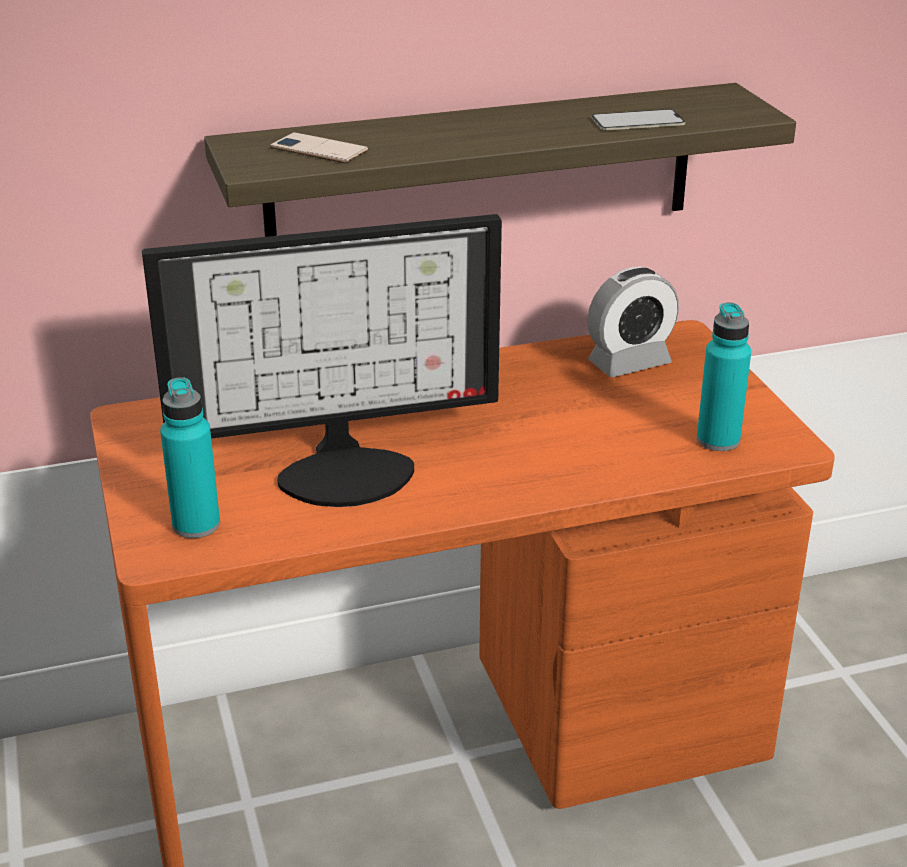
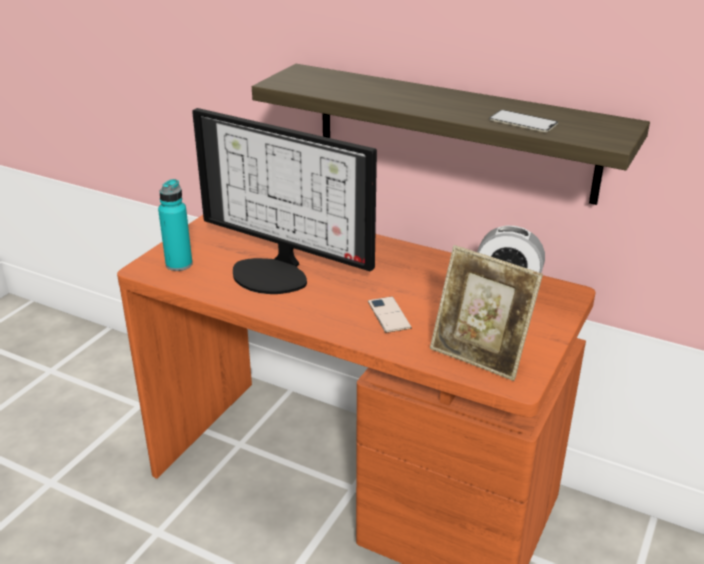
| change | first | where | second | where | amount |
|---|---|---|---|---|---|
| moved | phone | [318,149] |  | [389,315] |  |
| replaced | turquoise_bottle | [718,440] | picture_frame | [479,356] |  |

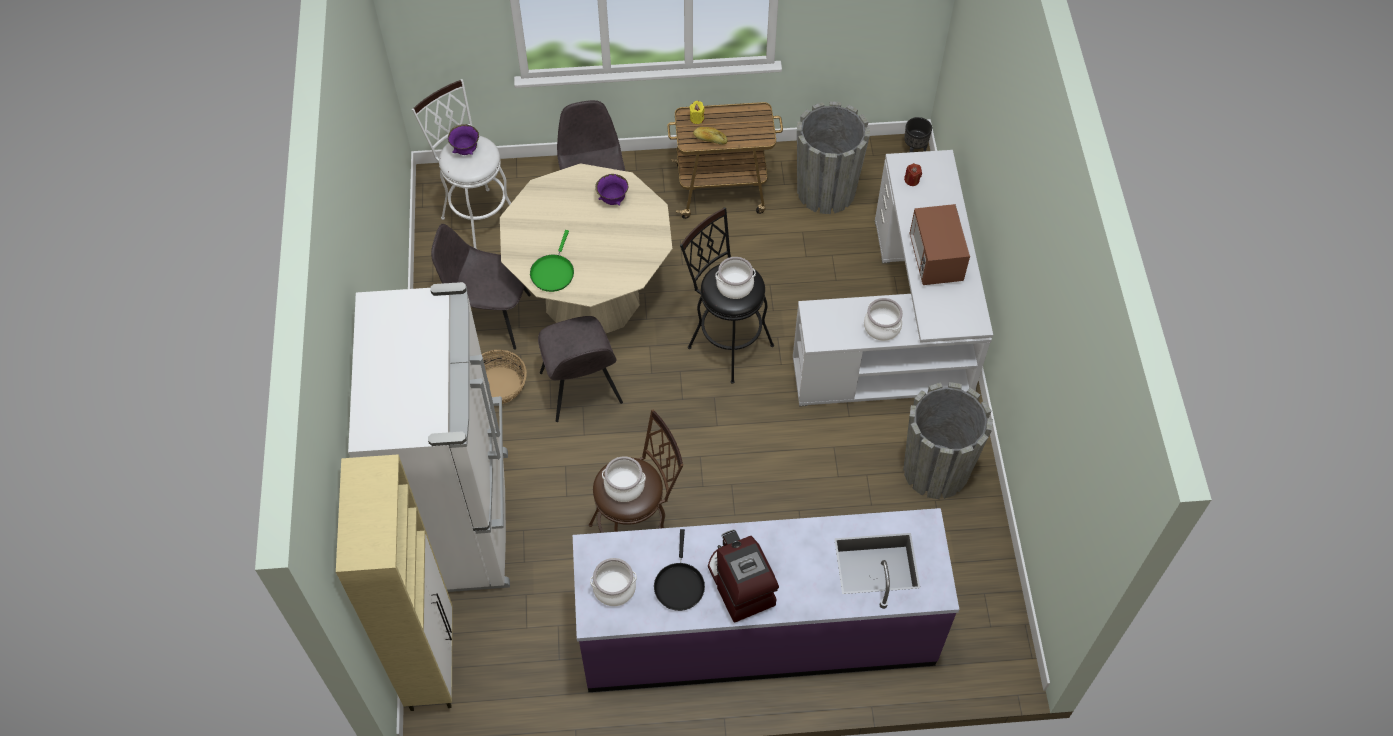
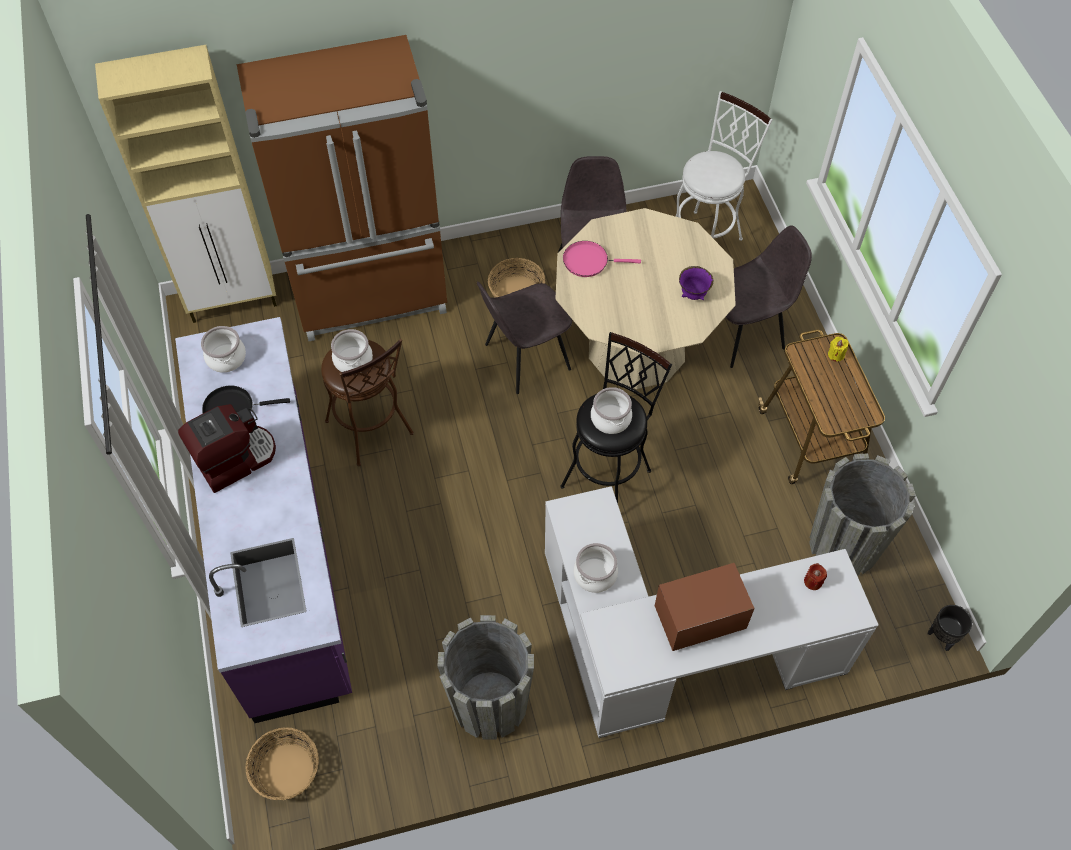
| change | first | where | second | where | amount |
|---|---|---|---|---|---|
| removed | purple_bowl | [466,150] |  |  |  |
| removed | bread | [710,139] |  |  |  |
| recoloured | green_frying_pan | [553,272] | pink_frying_pan | [589,261] |  |
| recoloured | white_fridge | [462,520] | brown_fridge | [371,294] |  |
| added |  |  | basket | [286,770] |  |

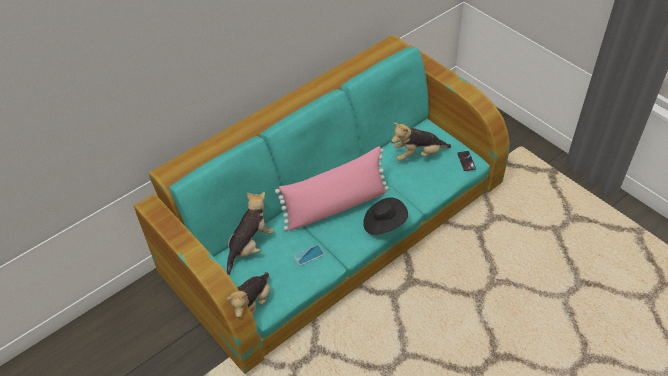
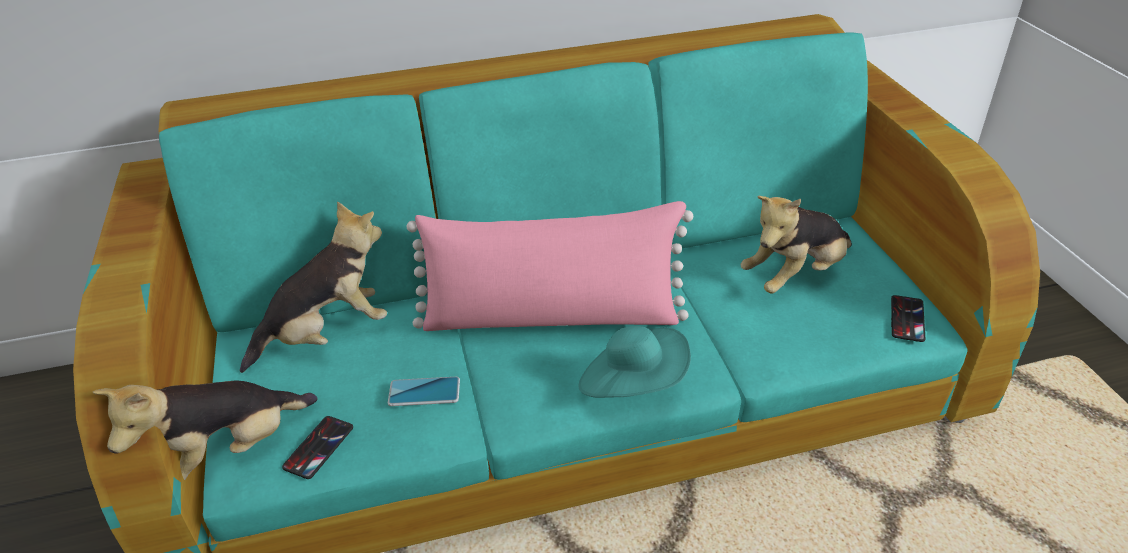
| change | first | where | second | where | amount |
|---|---|---|---|---|---|
| turned | plush_toy | [418,155] |  | [795,276] | 45 degrees counterclockwise |
| recoloured | black_hat | [384,223] | turquoise_hat | [633,385] |  |
| added |  |  | phone | [318,447] |  |

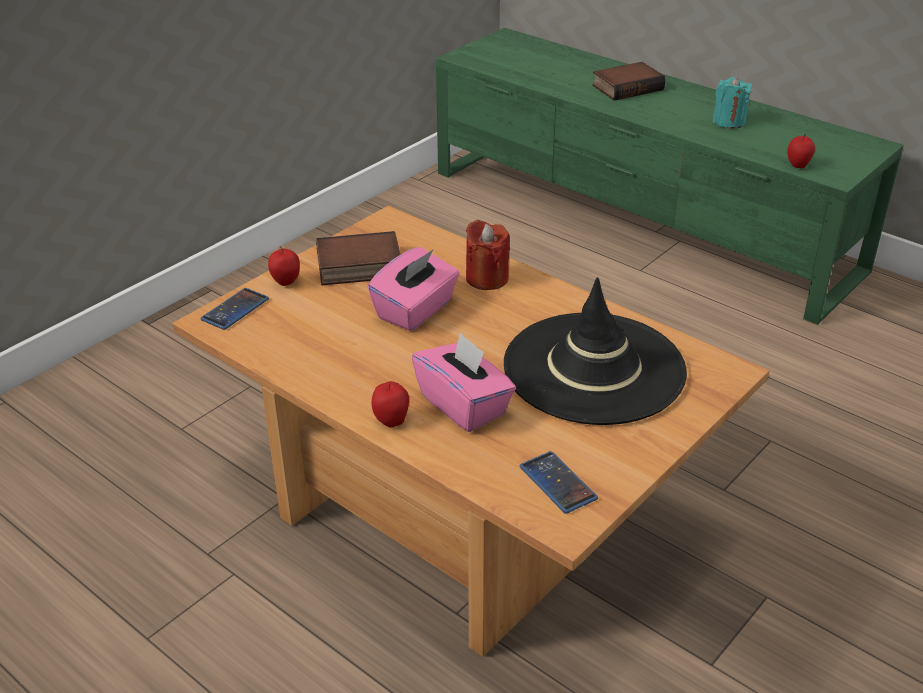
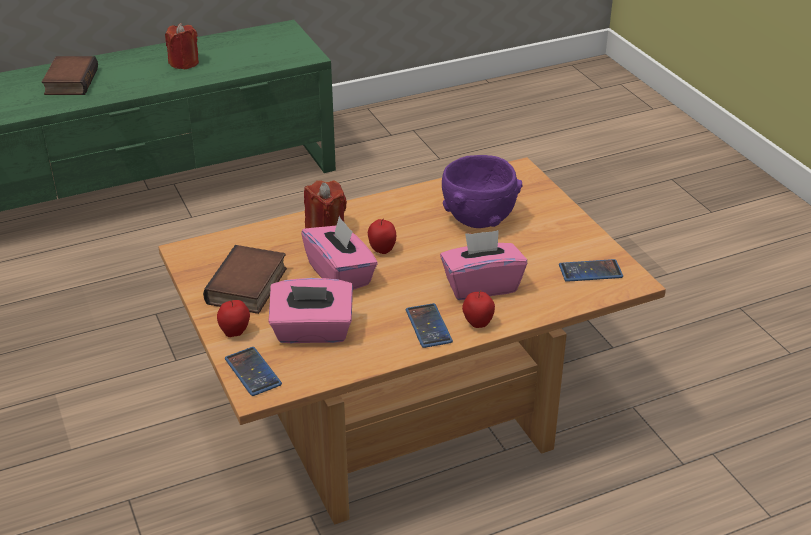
| change | first | where | second | where | amount |
|---|---|---|---|---|---|
| recoloured | turquoise_candle | [729,122] | red_candle | [184,63] |  |
| moved | apple | [798,165] |  | [382,250] |  |
| replaced | black_hat | [594,368] | purple_bowl | [478,219] |  |
| added |  |  | pink_tissue_box | [312,332] |  |
| added |  |  | phone | [428,326] |  |

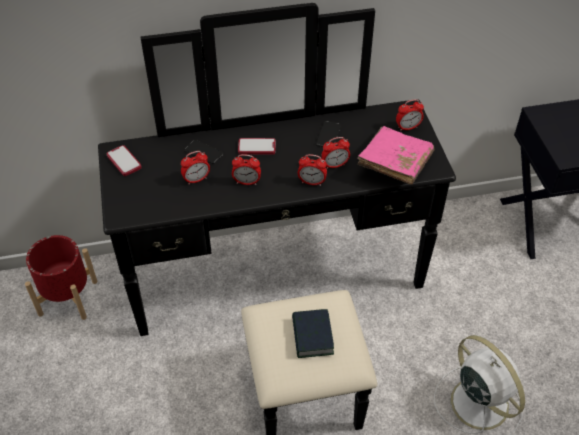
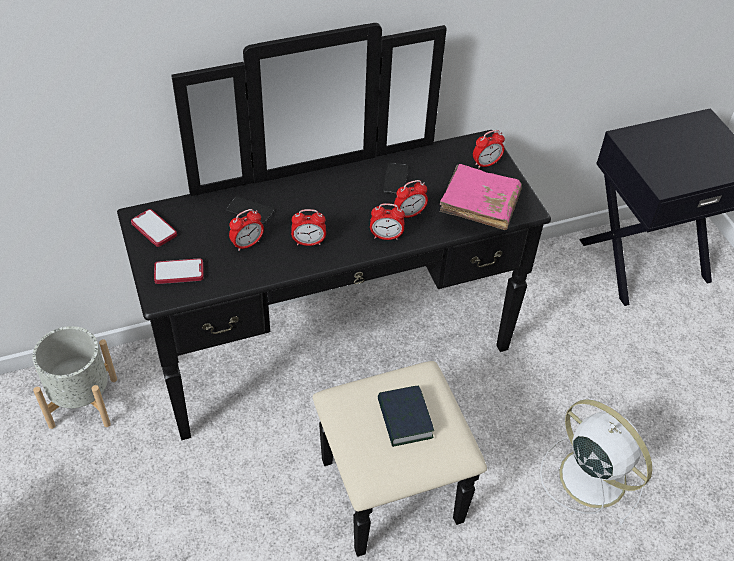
| change | first | where | second | where | amount |
|---|---|---|---|---|---|
| moved | phone | [257,147] |  | [179,272] |  |
| recoloured | red_planter | [67,297] | grey_planter | [83,402] |  |

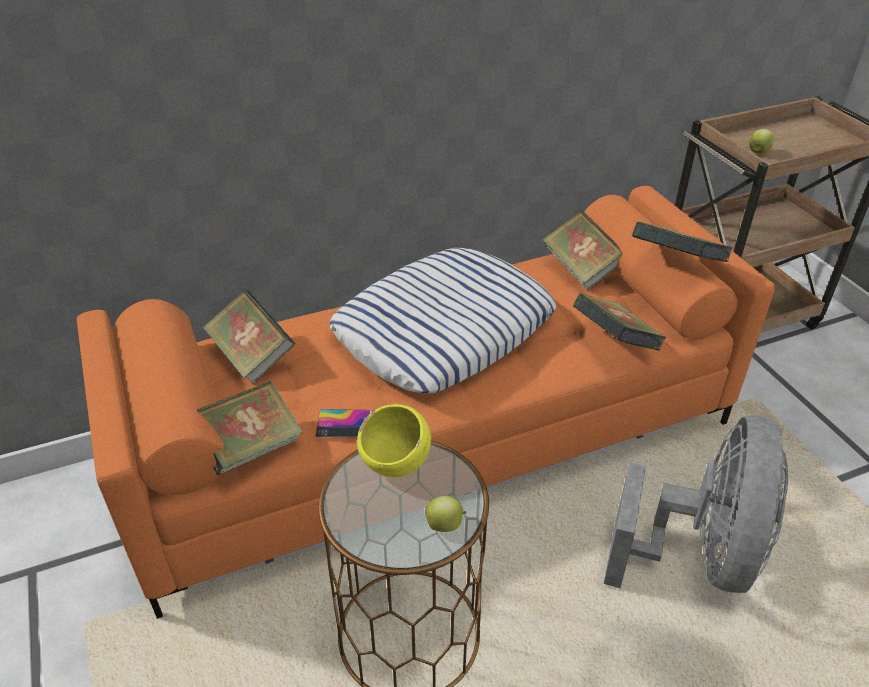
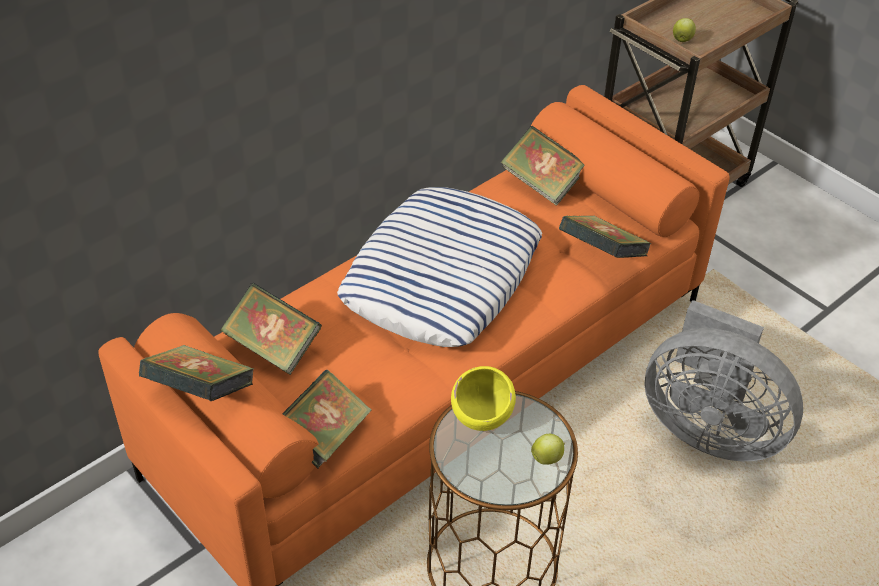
| change | first | where | second | where | amount |
|---|---|---|---|---|---|
| moved | book | [676,264] |  | [200,392] |  |
| removed | phone | [345,424] |  |  |  |
| turned | grey_fan | [698,554] |  | [708,428] | 120 degrees clockwise |

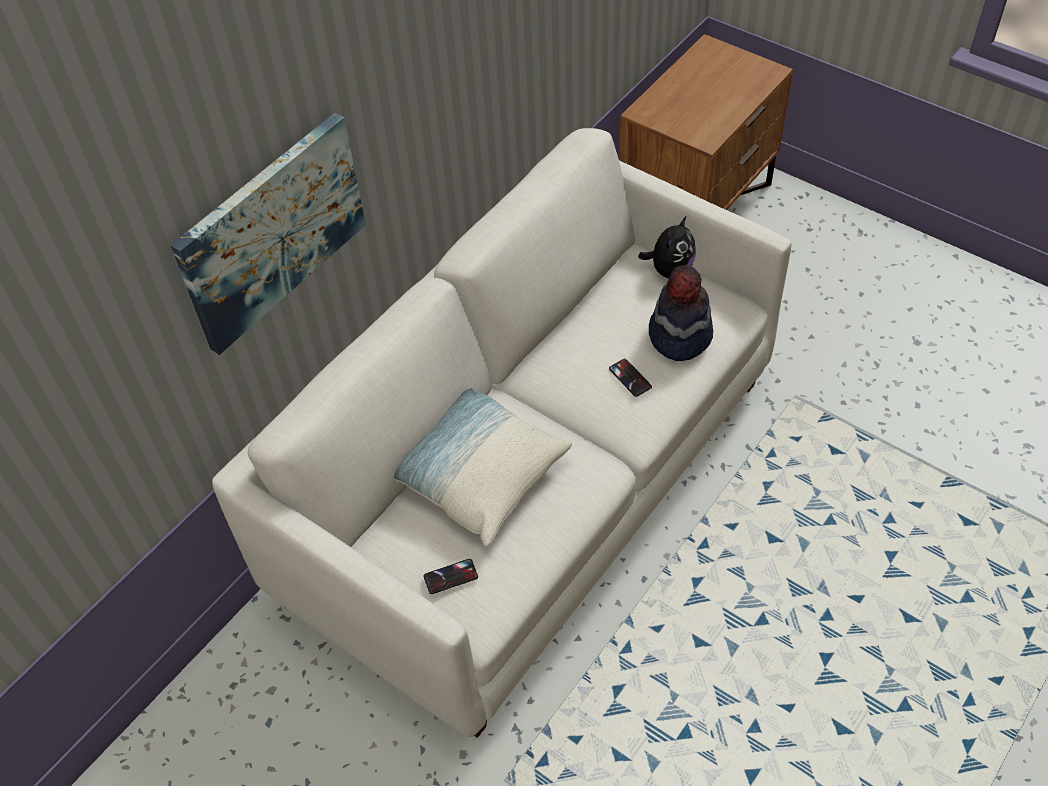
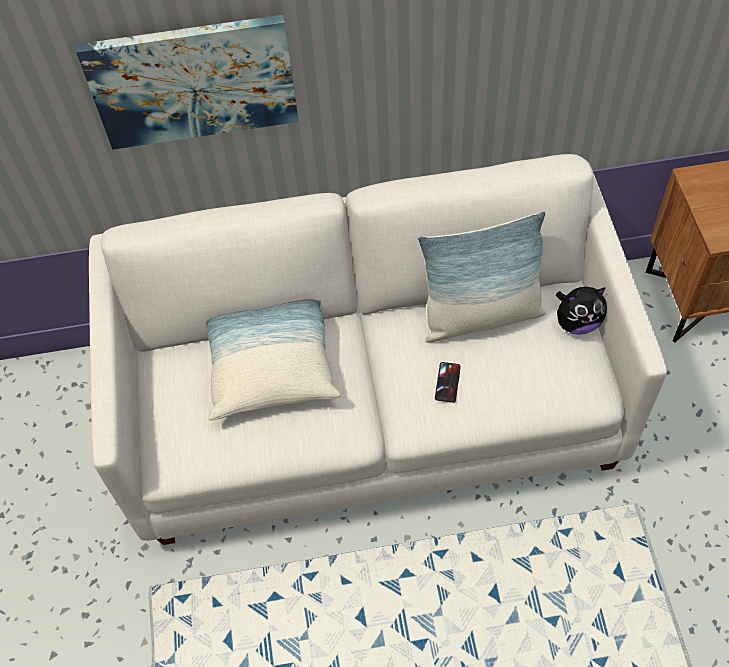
| change | first | where | second | where | amount |
|---|---|---|---|---|---|
| removed | hat | [679,335] |  |  |  |
| removed | phone | [450,577] |  |  |  |
| added |  |  | pillow | [481,316] |  |

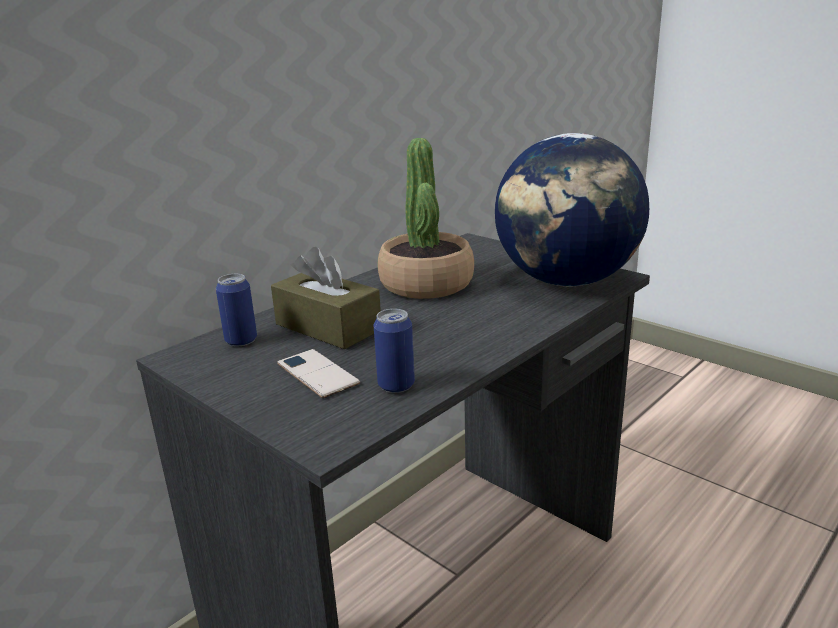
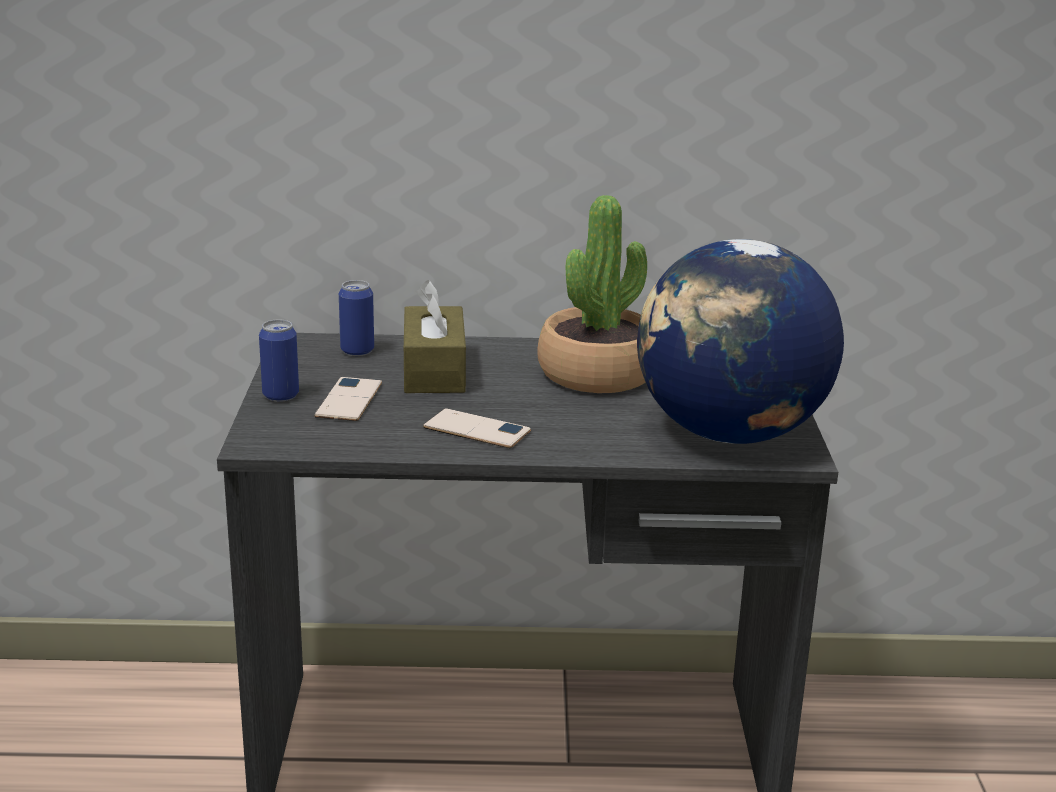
| change | first | where | second | where | amount |
|---|---|---|---|---|---|
| moved | can | [396,385] |  | [280,395] |  |
| added |  |  | phone | [477,430] |  |

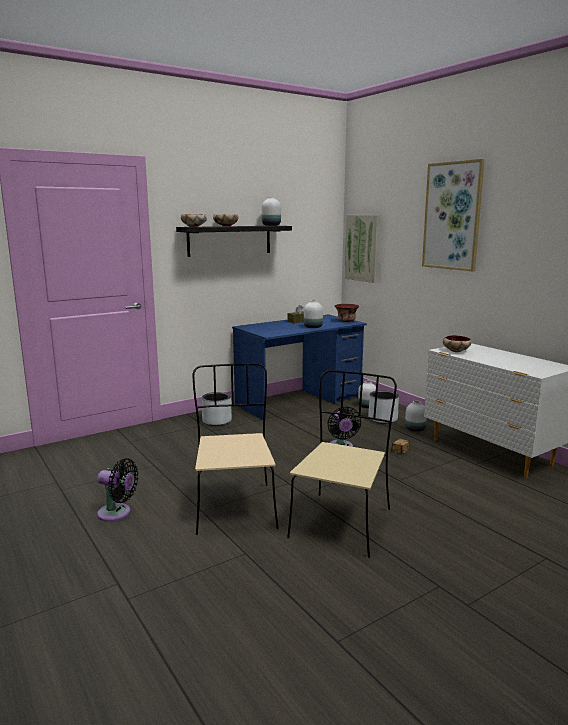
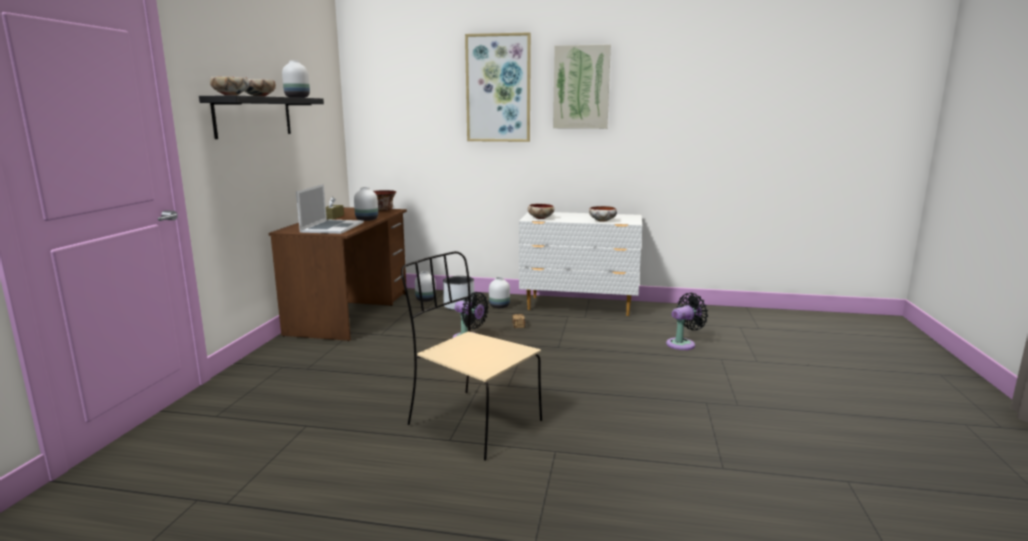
| change | first | where | second | where | amount |
|---|---|---|---|---|---|
| moved | picture | [363,248] |  | [581,87] |  |
| recoloured | blue_desk | [299,401] | brown_desk | [351,313] |  |
| removed | beige_chair | [342,522] |  |  |  |
| removed | grey_planter | [216,421] |  |  |  |
| moved | black_fan | [117,513] |  | [683,344] |  |
| added |  |  | laptop | [332,227] |  |
| added |  |  | bowl | [603,221] |  |

